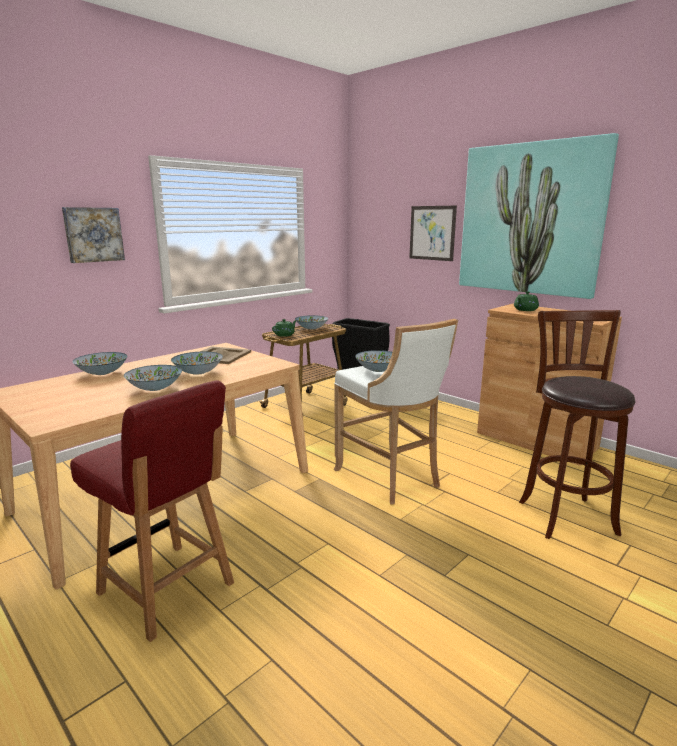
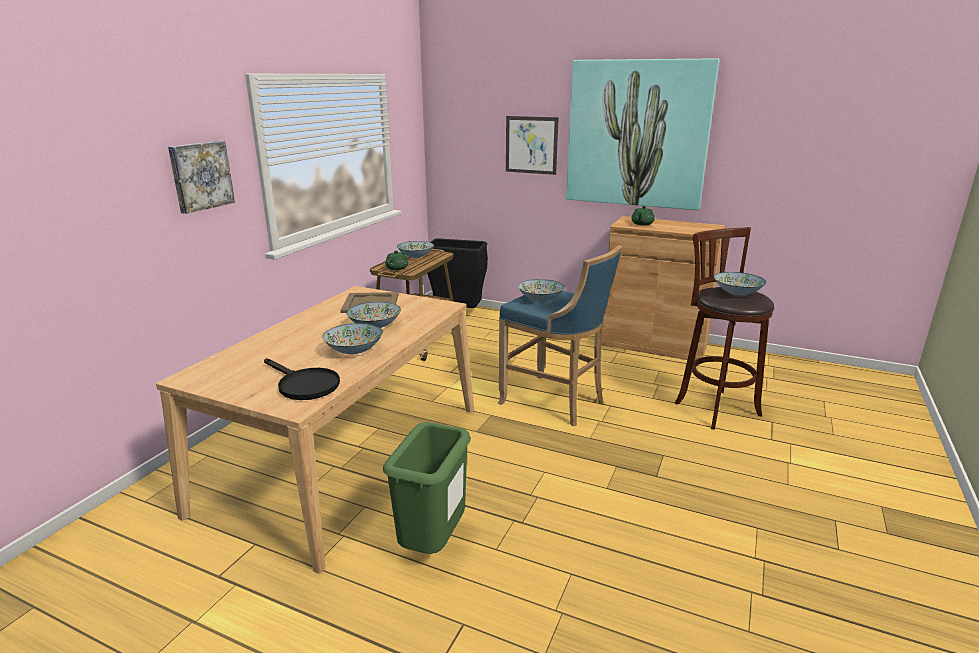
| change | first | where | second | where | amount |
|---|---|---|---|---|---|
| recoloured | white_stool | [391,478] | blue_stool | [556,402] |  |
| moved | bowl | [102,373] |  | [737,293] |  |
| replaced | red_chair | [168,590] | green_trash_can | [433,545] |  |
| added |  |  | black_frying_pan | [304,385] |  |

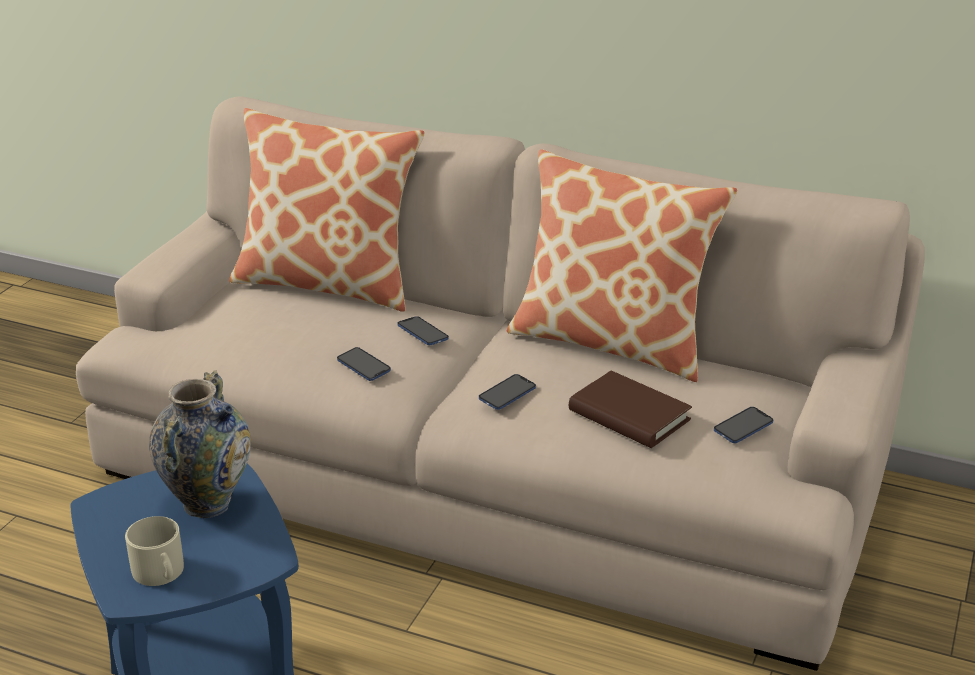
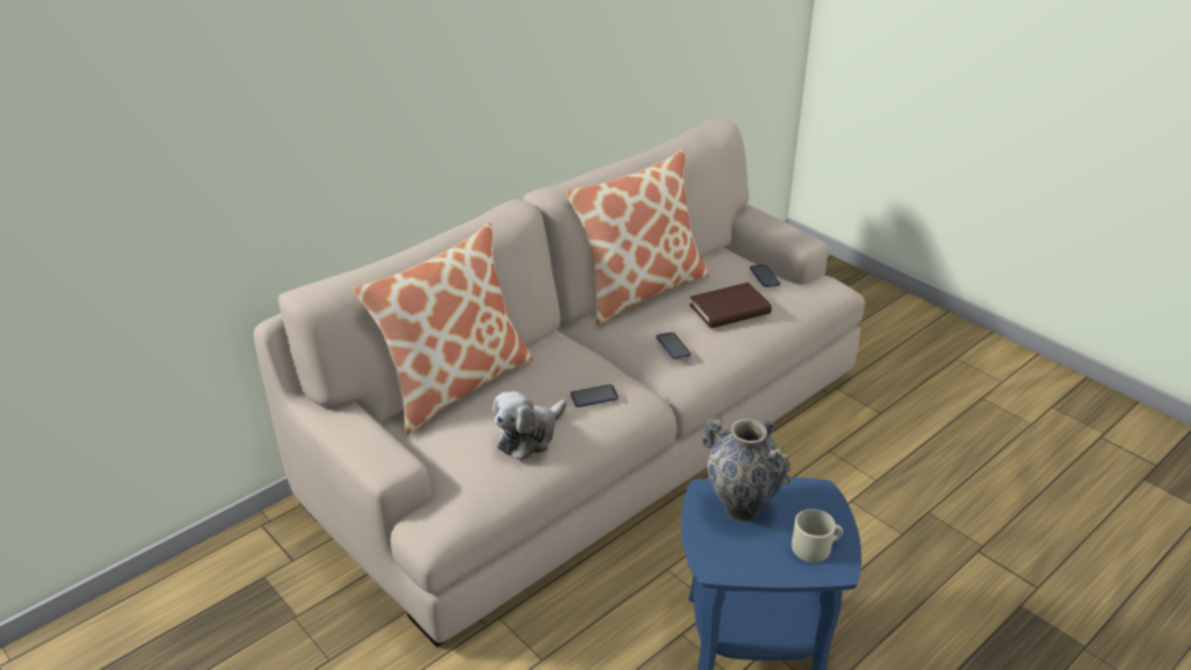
| change | first | where | second | where | amount |
|---|---|---|---|---|---|
| removed | phone | [422,332] |  |  |  |
| added |  |  | plush_toy | [529,436] |  |

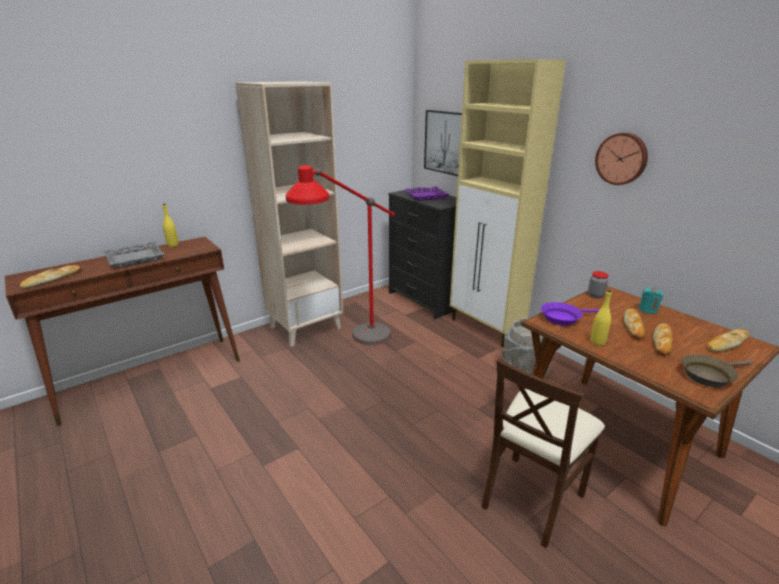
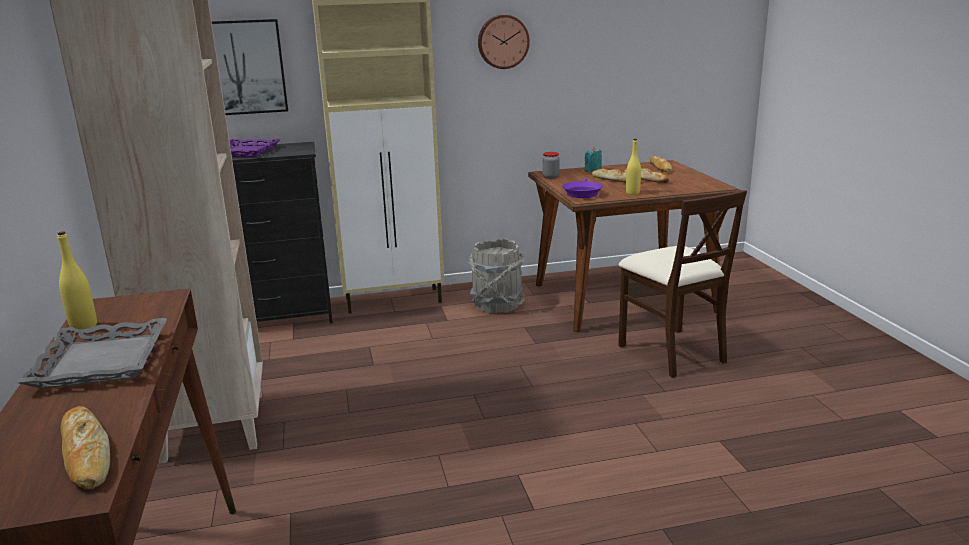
| change | first | where | second | where | amount |
|---|---|---|---|---|---|
| removed | red_floor_lamp | [352,346] |  |  |  |
| removed | brown_frying_pan | [709,375] |  |  |  |

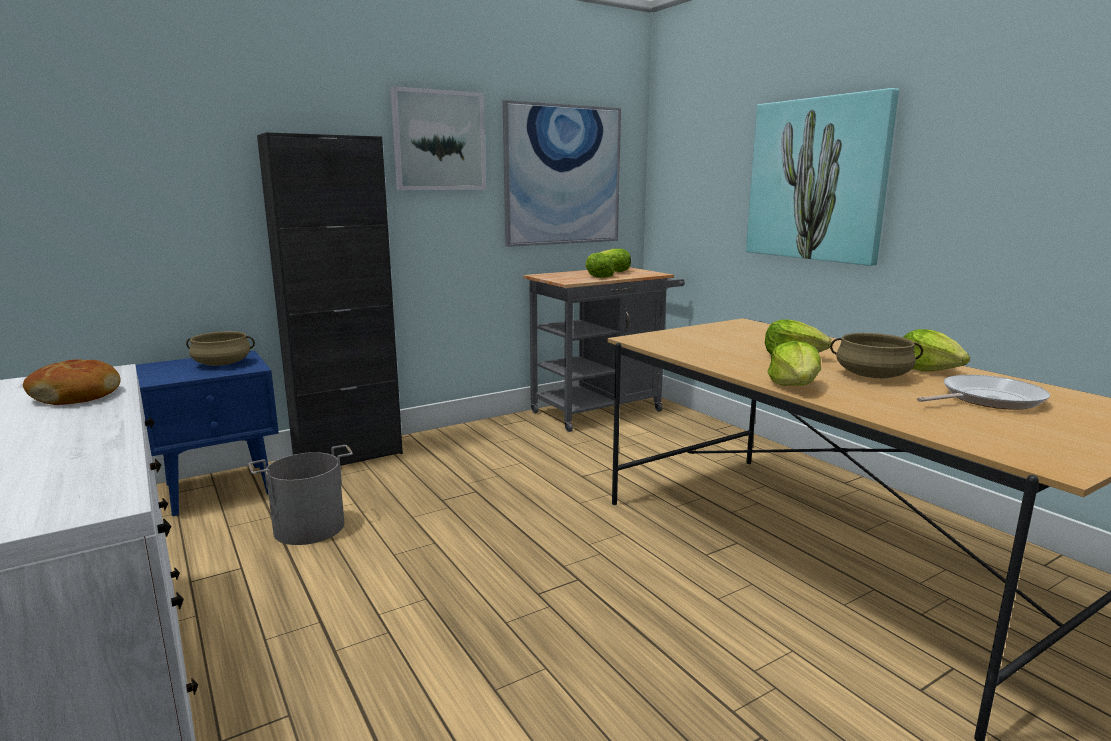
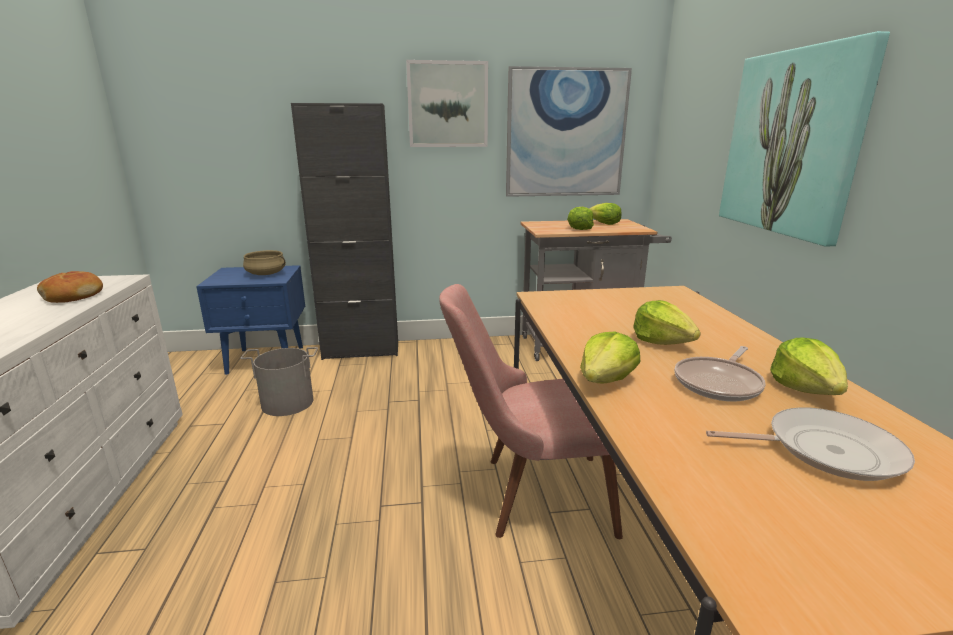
| change | first | where | second | where | amount |
|---|---|---|---|---|---|
| replaced | beige_cooking_pot | [873,375] | frying_pan | [719,383] |  |
| added |  |  | pink_chair | [529,495] |  |

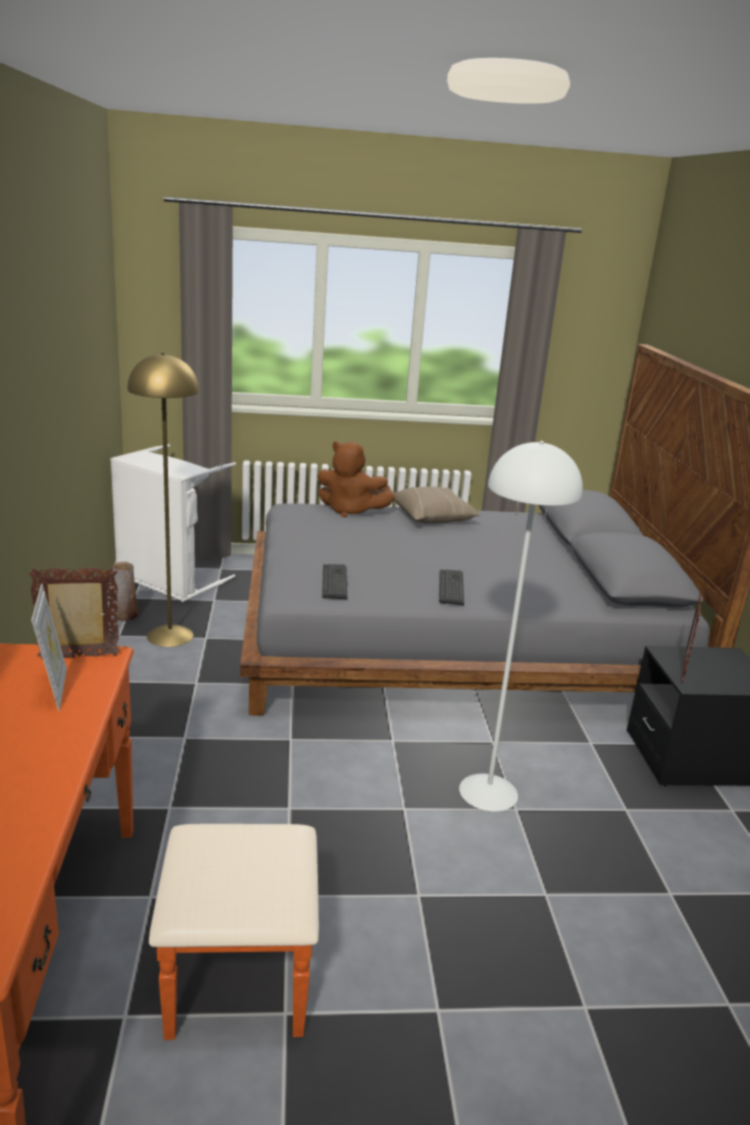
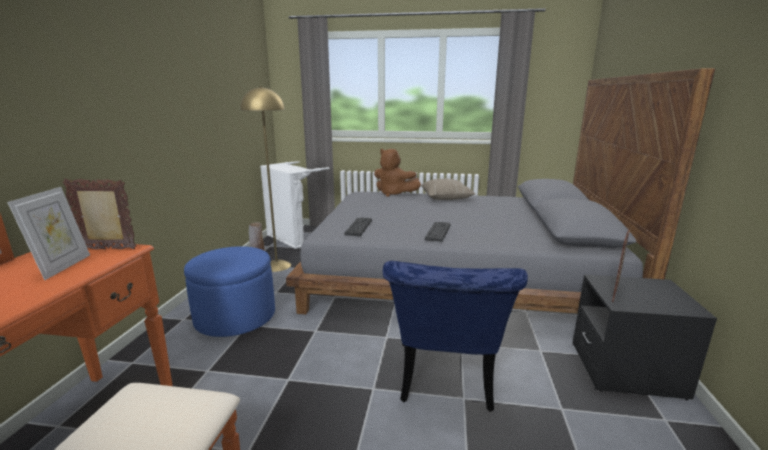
| change | first | where | second | where | amount |
|---|---|---|---|---|---|
| replaced | white_floor_lamp | [488,792] | blue_chair | [445,382] |  |
| added |  |  | blue_ottoman | [235,317] |  |

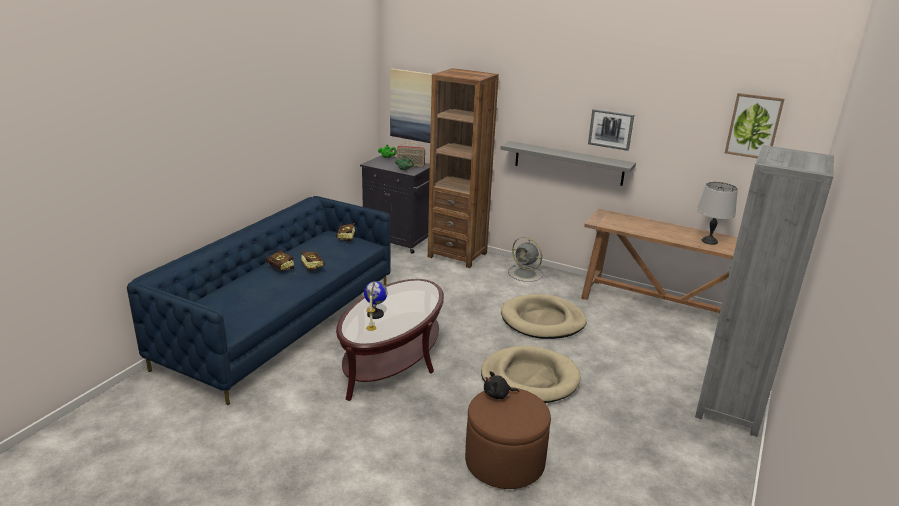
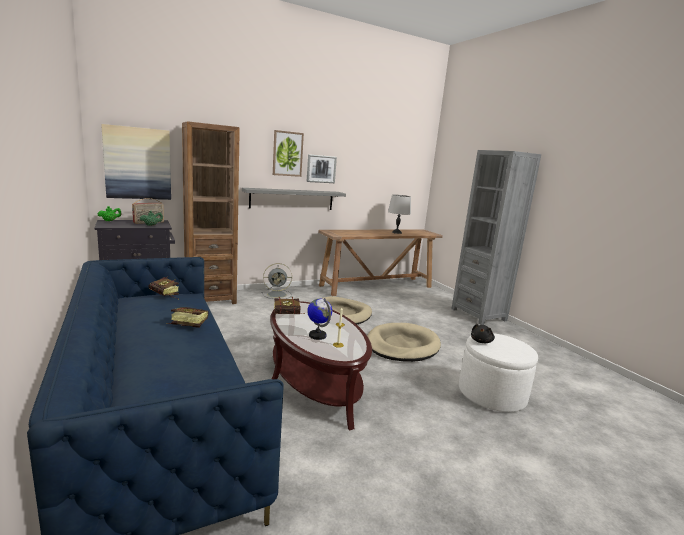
| change | first | where | second | where | amount |
|---|---|---|---|---|---|
| moved | picture | [753,126] |  | [287,154] |  |
| moved | book | [282,270] |  | [289,315] |  |
| recoloured | brown_ottoman | [504,462] | white_ottoman | [491,394] |  |

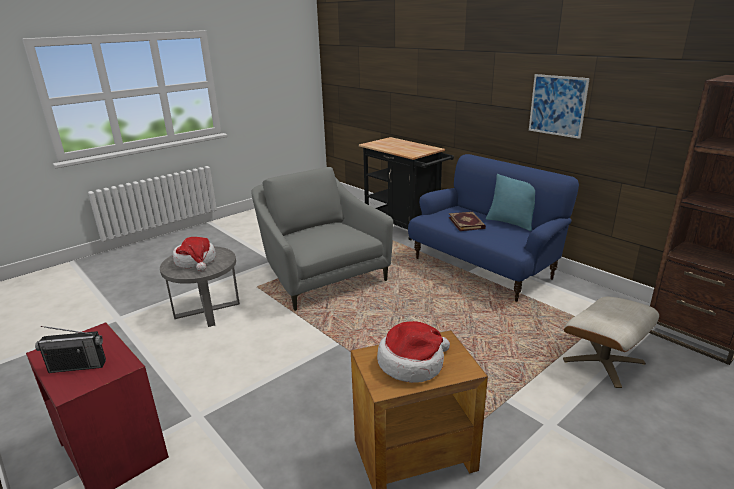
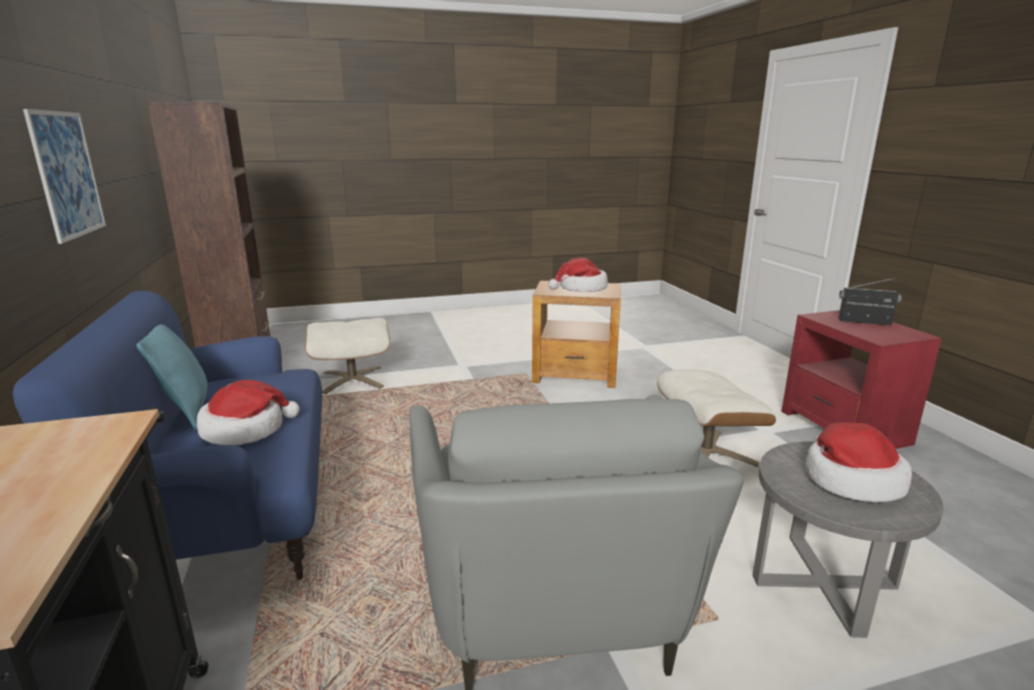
| change | first | where | second | where | amount |
|---|---|---|---|---|---|
| replaced | book | [467,223] | hat | [246,429] |  |
| added |  |  | beige_ottoman | [705,452] |  |

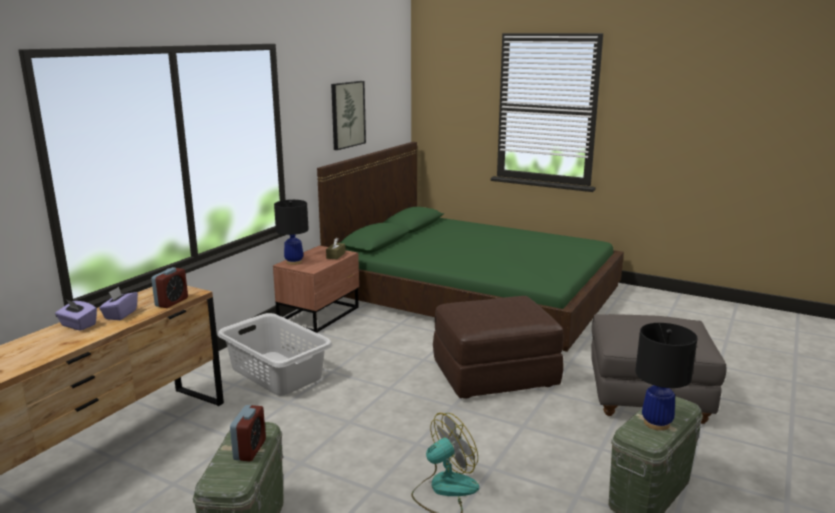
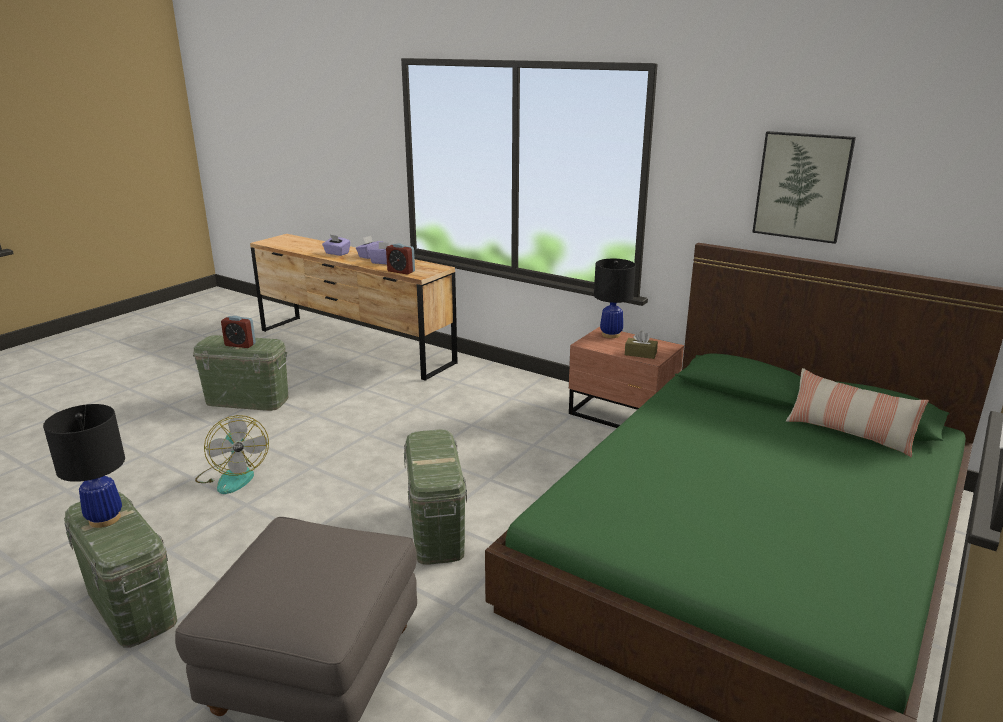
| change | first | where | second | where | amount |
|---|---|---|---|---|---|
| replaced | brown_ottoman | [495,374] | green_storage_box | [436,530] |  |
| removed | grey_laundry_basket | [276,372] |  |  |  |
| added |  |  | purple_tissue_box | [337,253] |  |
| added |  |  | pillow | [849,433] |  |

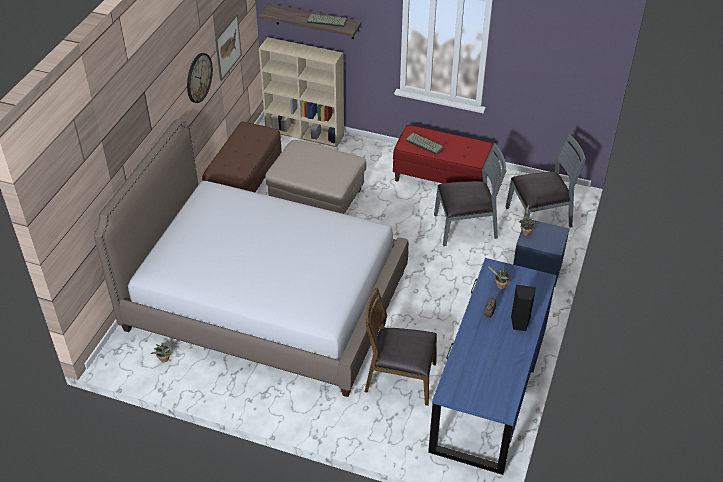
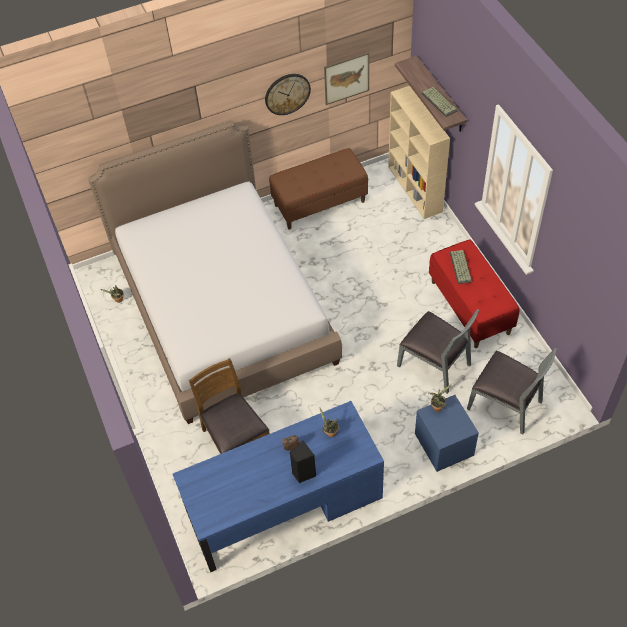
| change | first | where | second | where | amount |
|---|---|---|---|---|---|
| removed | beige_ottoman | [317,198] |  |  |  |

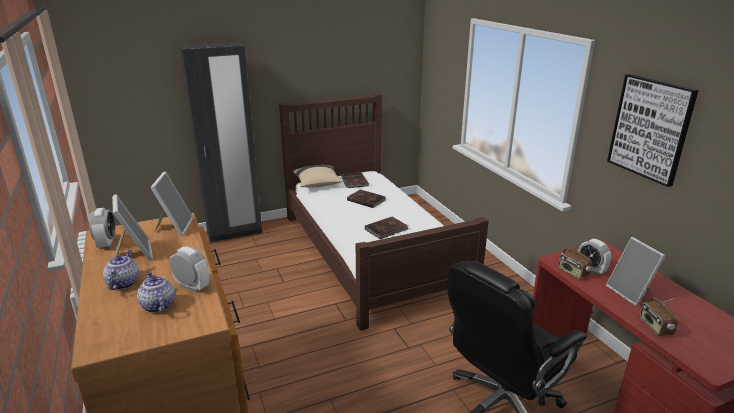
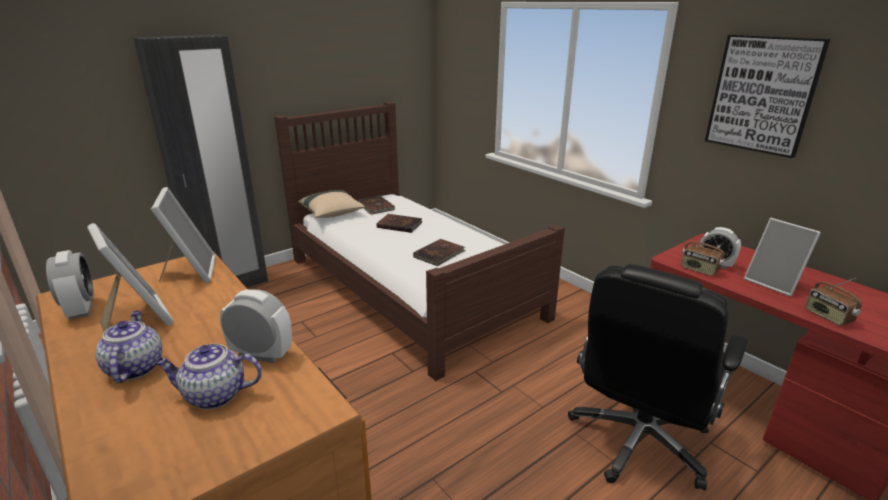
| change | first | where | second | where | amount |
|---|---|---|---|---|---|
| turned | teapot | [157,305] |  | [214,395] | 45 degrees counterclockwise |

